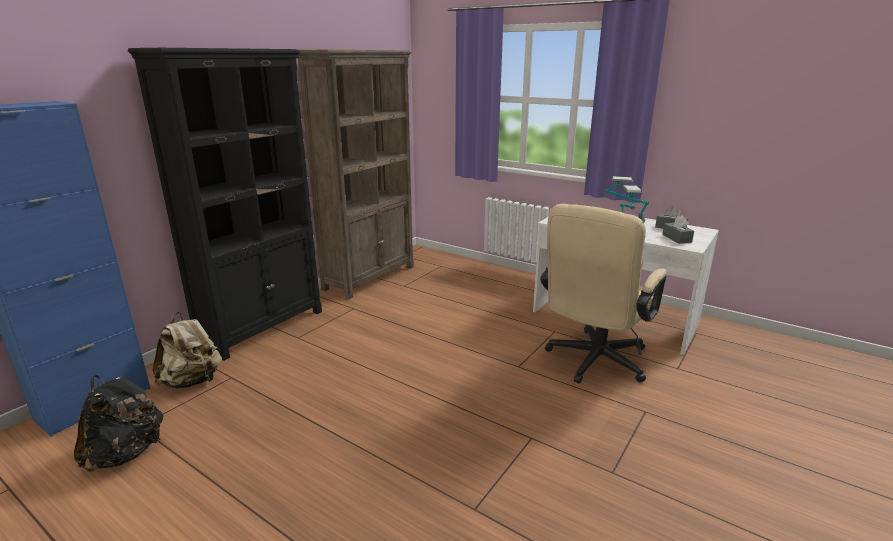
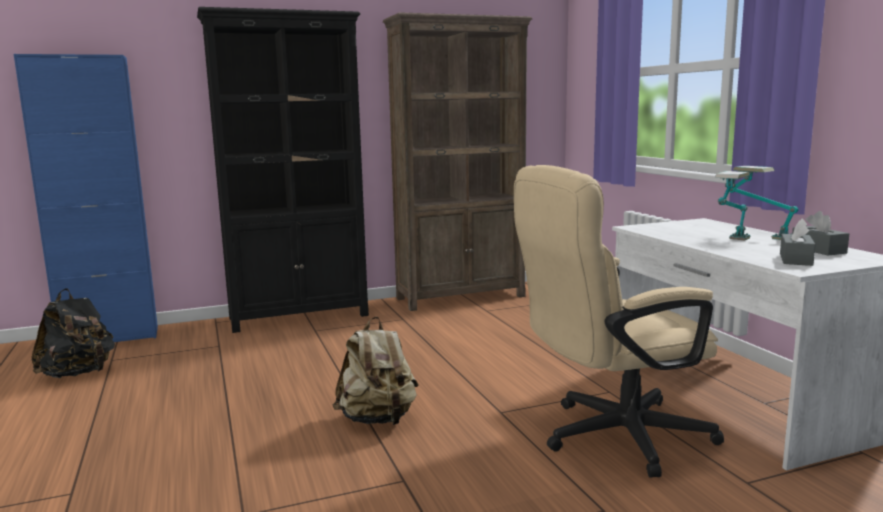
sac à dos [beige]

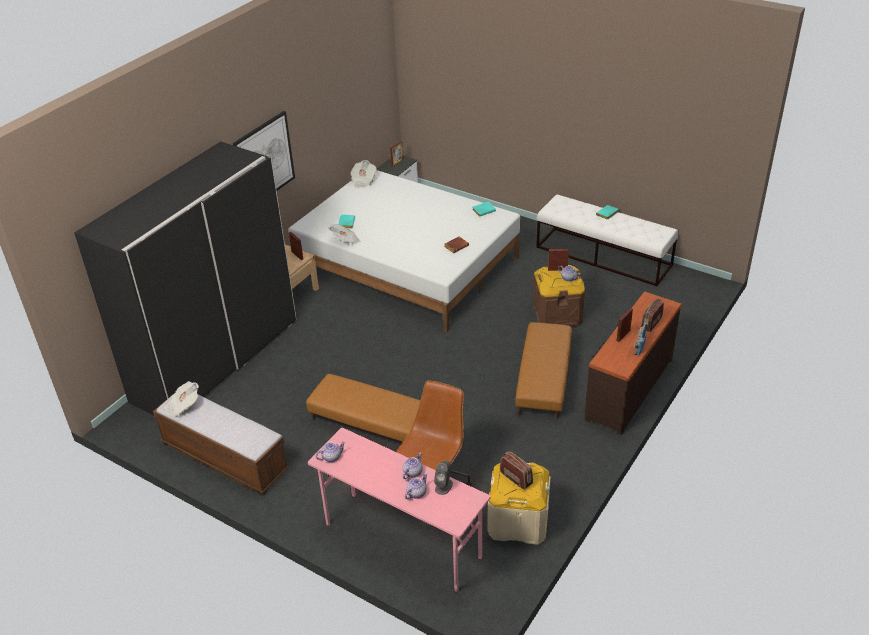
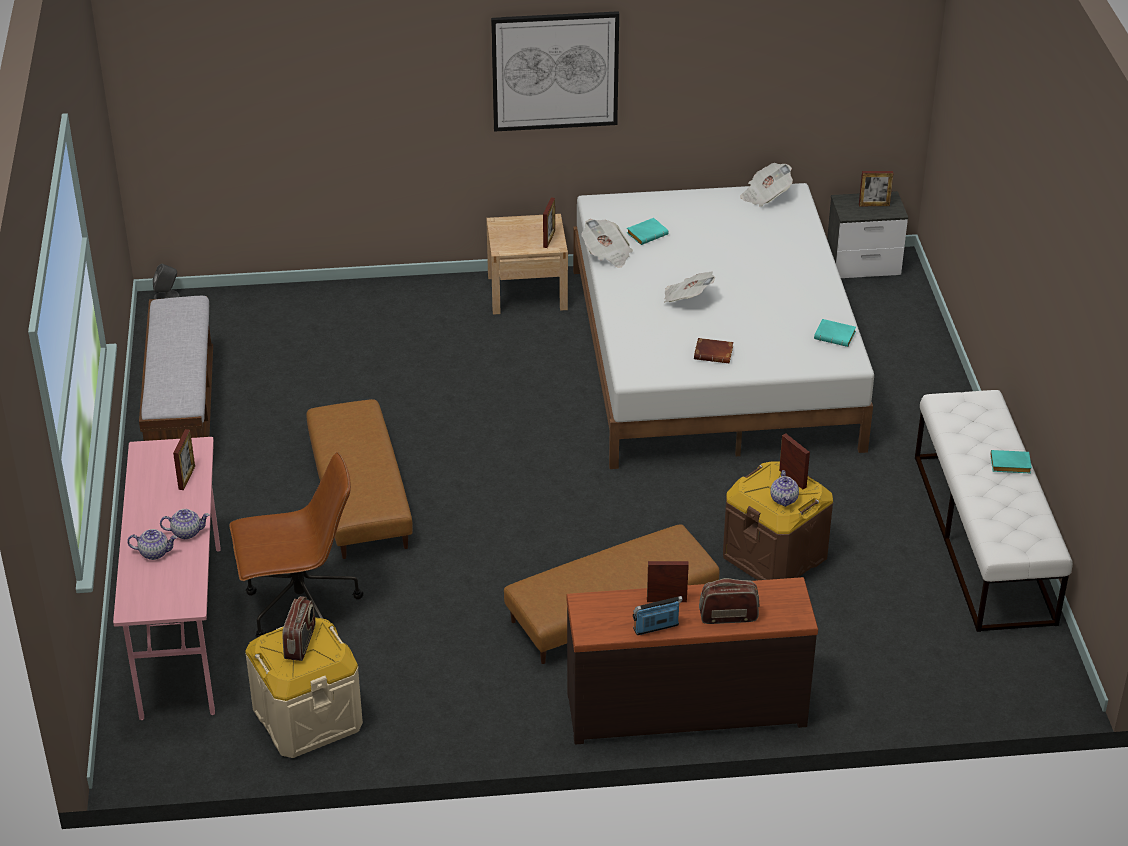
armoire [noir]; théière (no. 1 from left in the first image); cadre photo (no. 1 from left); journal (no. 2 from left); enceinte [gris]

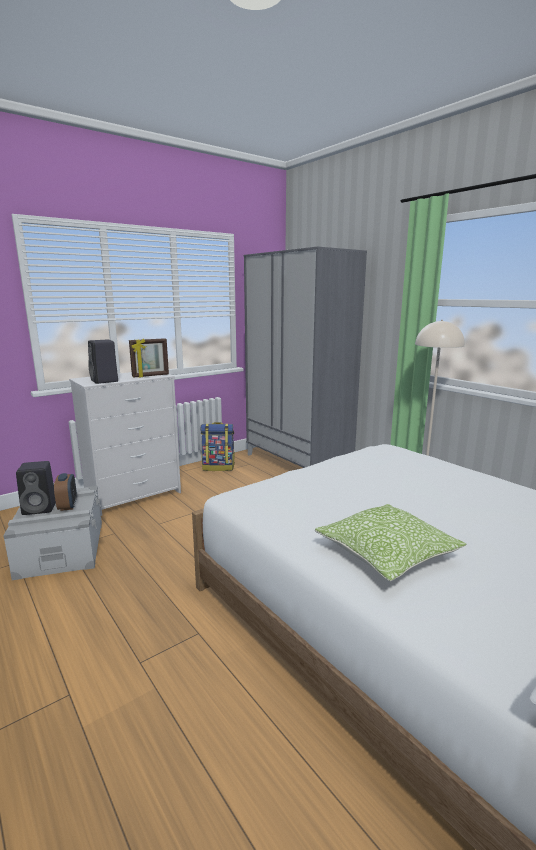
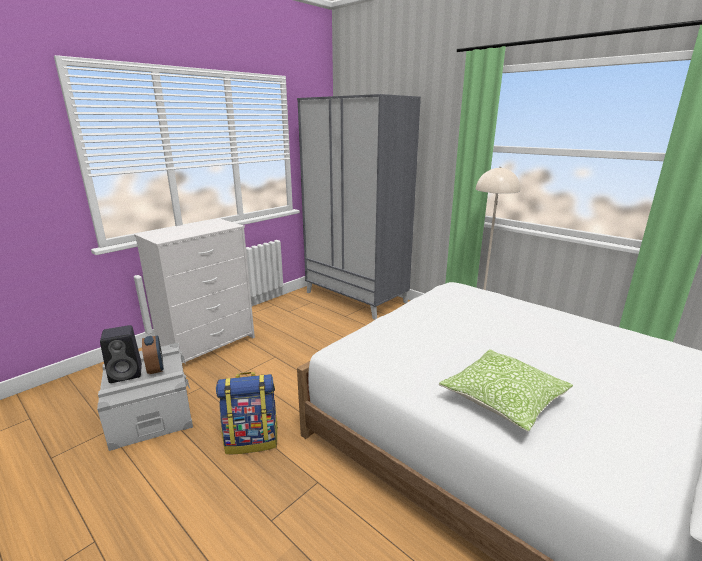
enceinte [noir] (no. 2 from left in the first image); cadre photo; sac à dos

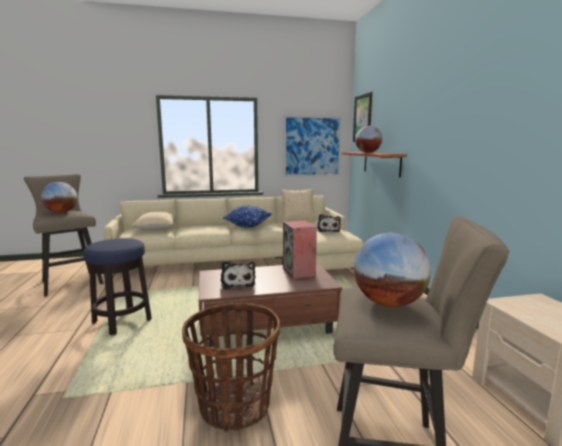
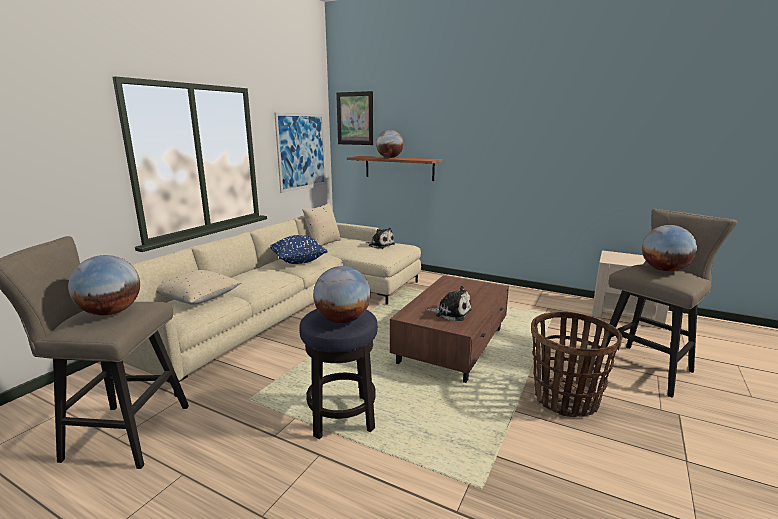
enceinte; globe (no. 2 from left)

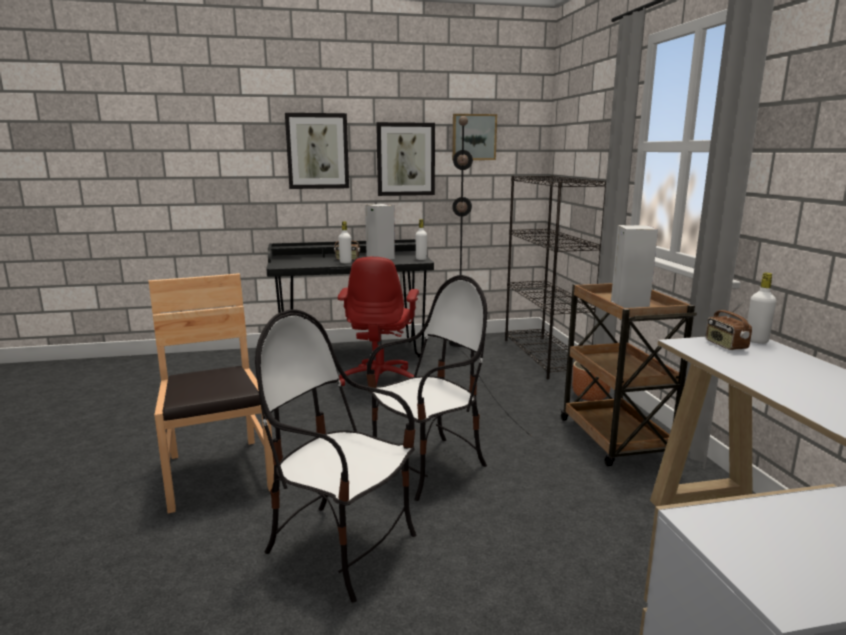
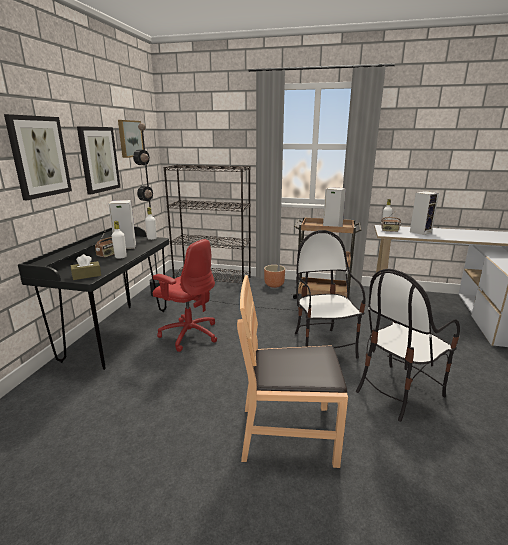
boîte à mouchoirs [marron]; enceinte (no. 3 from left)

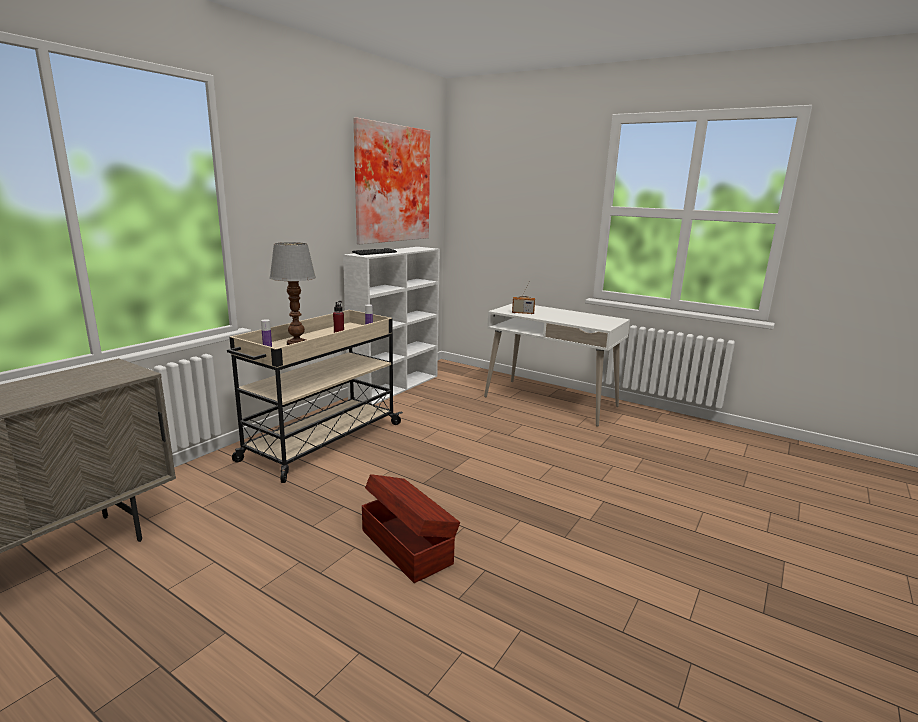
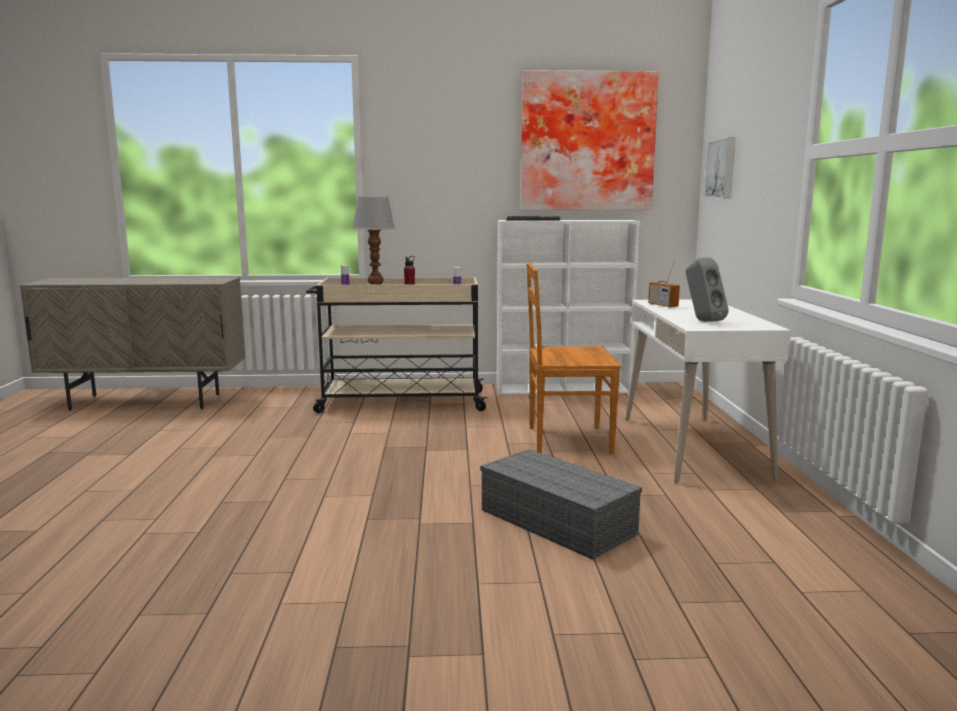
boîte de rangement [marron]; boîte de rangement [gris]; chaise [marron]; enceinte [gris]; tableau (no. 2 from left)

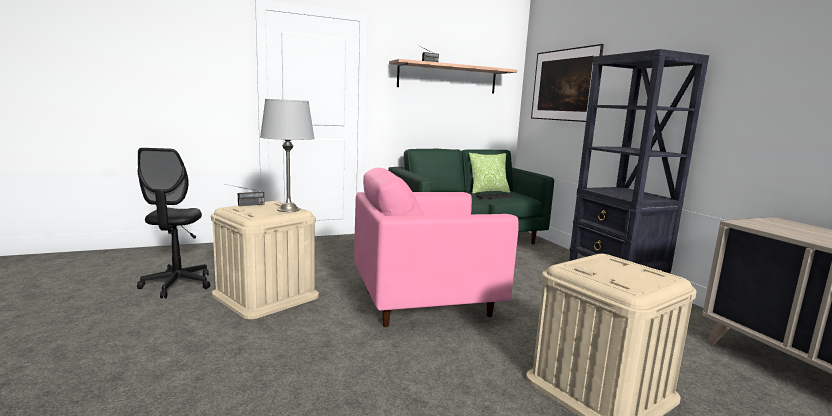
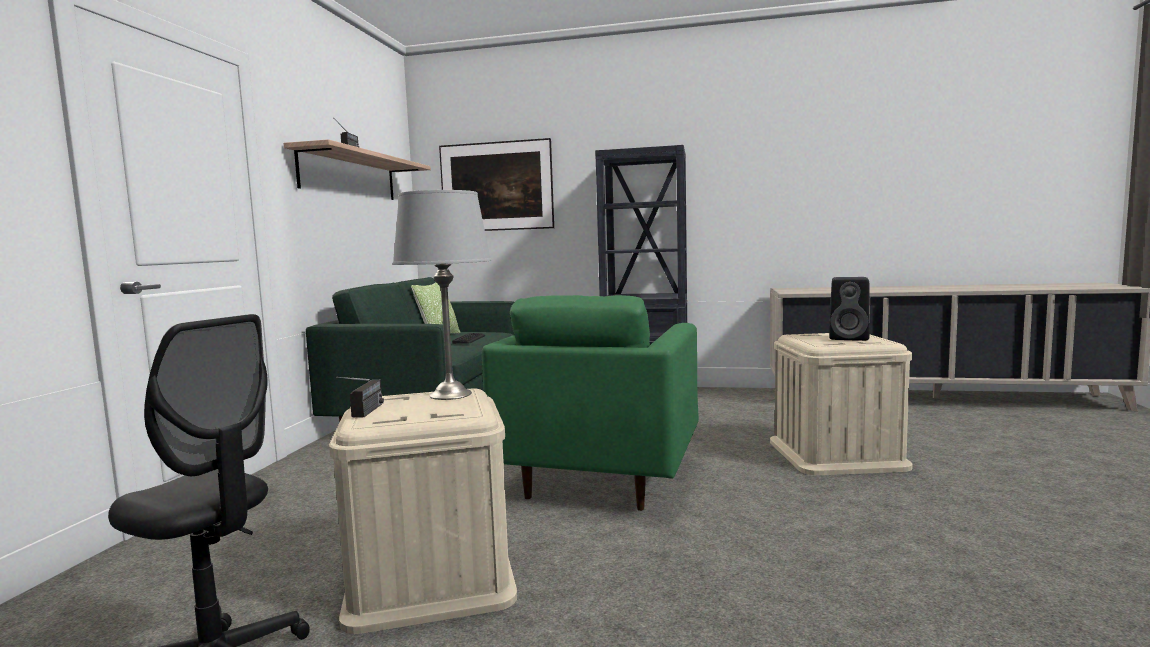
enceinte [noir]; fauteuil [vert]

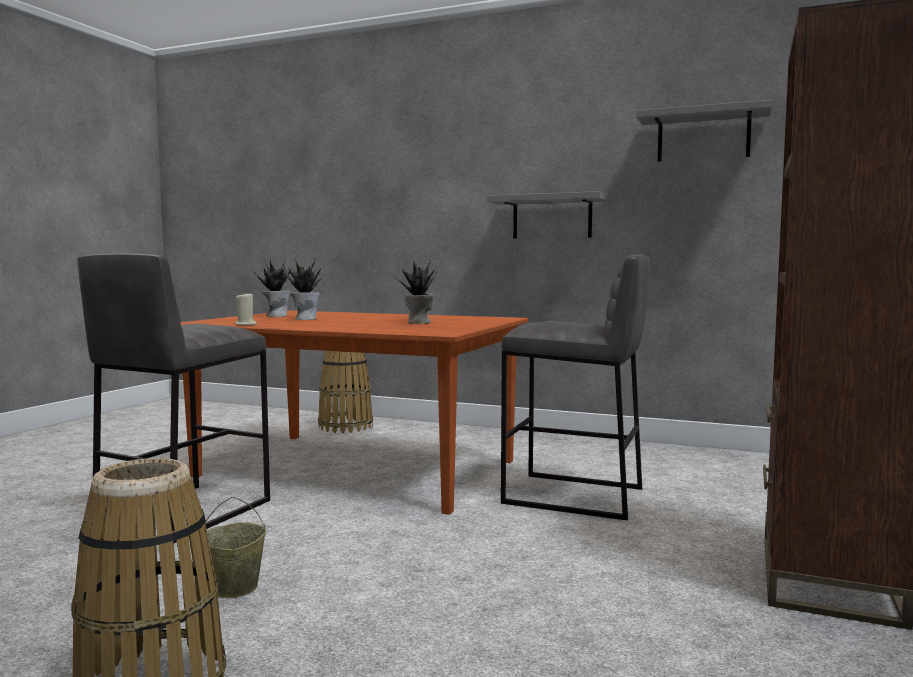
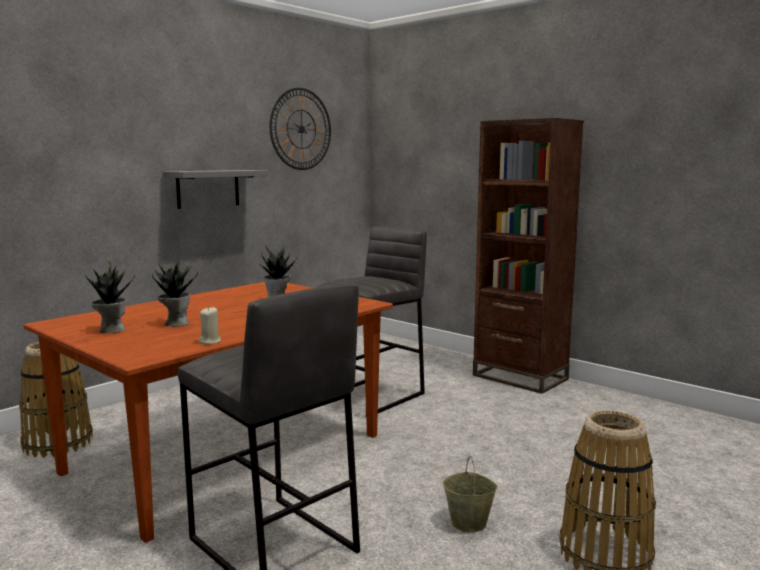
horloge murale

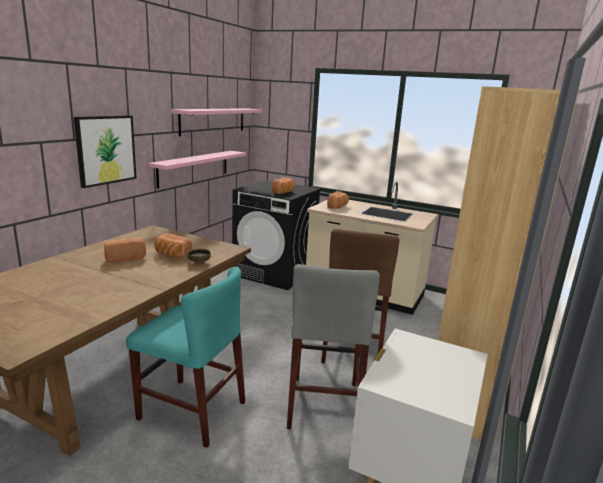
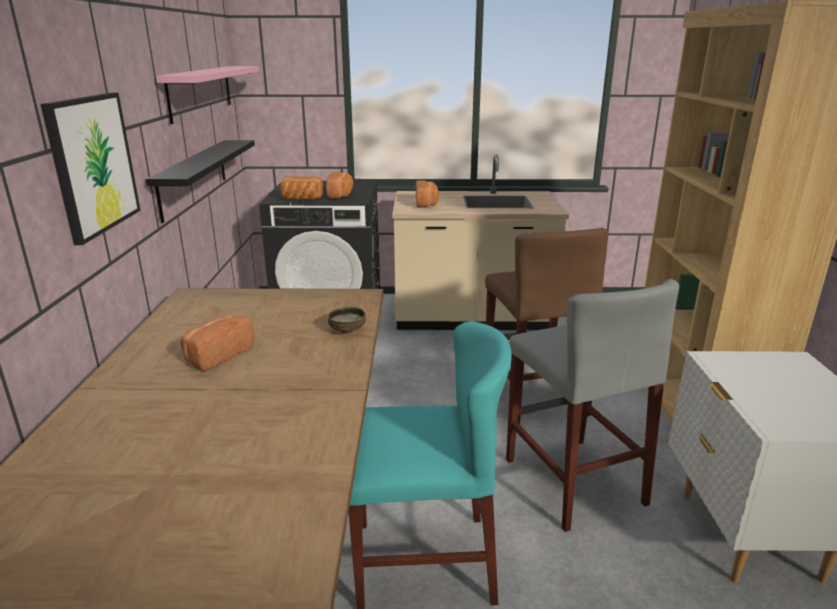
pain (no. 2 from left); étagère [noir]

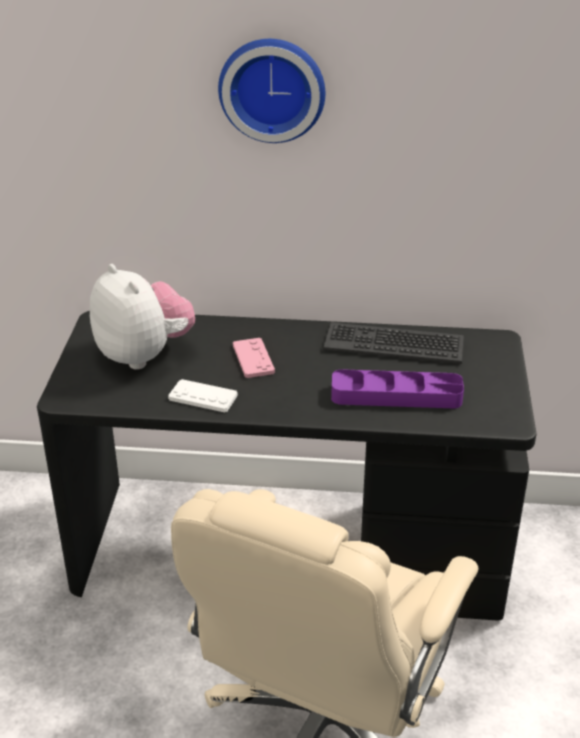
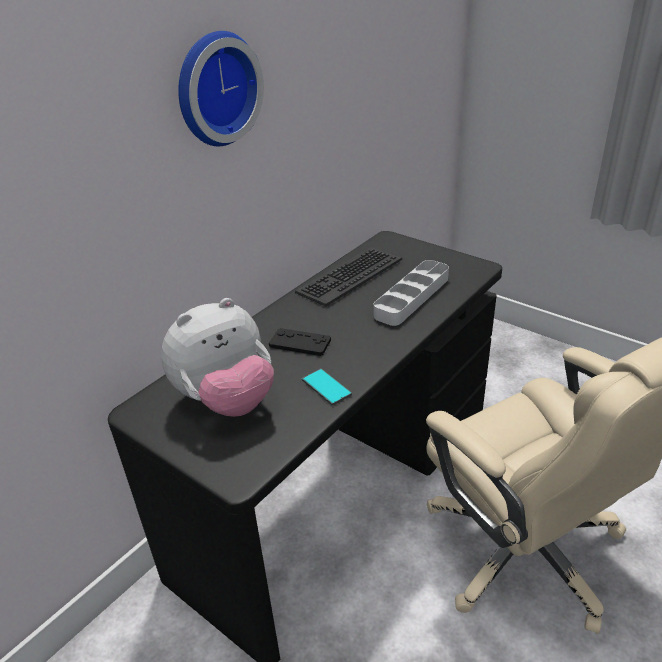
téléphone; manette [noir]; plateau [gris]; peluche

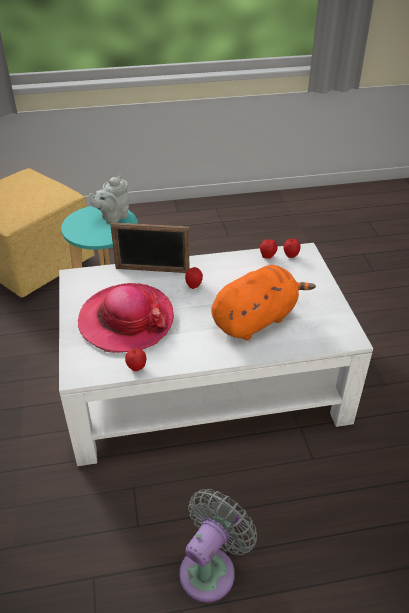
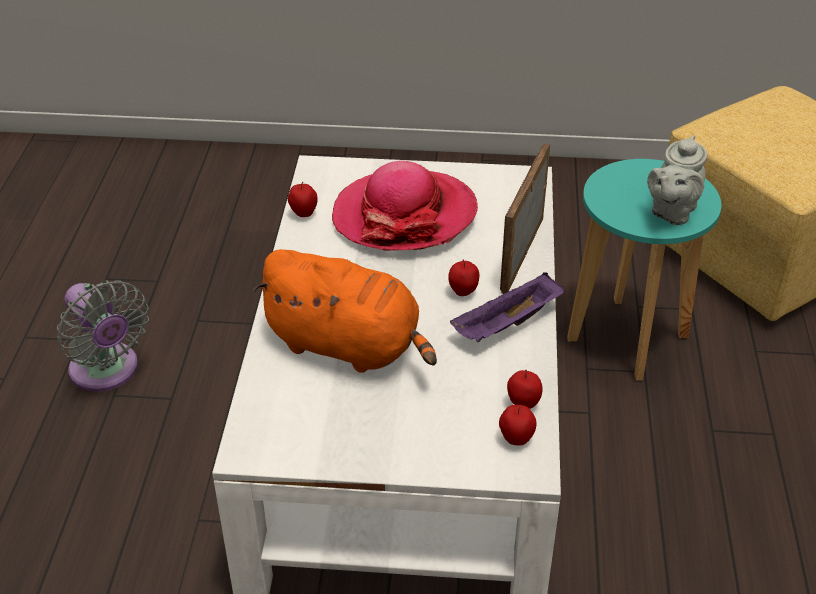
plateau [violet]; théière [gris]; peluche [orange]

